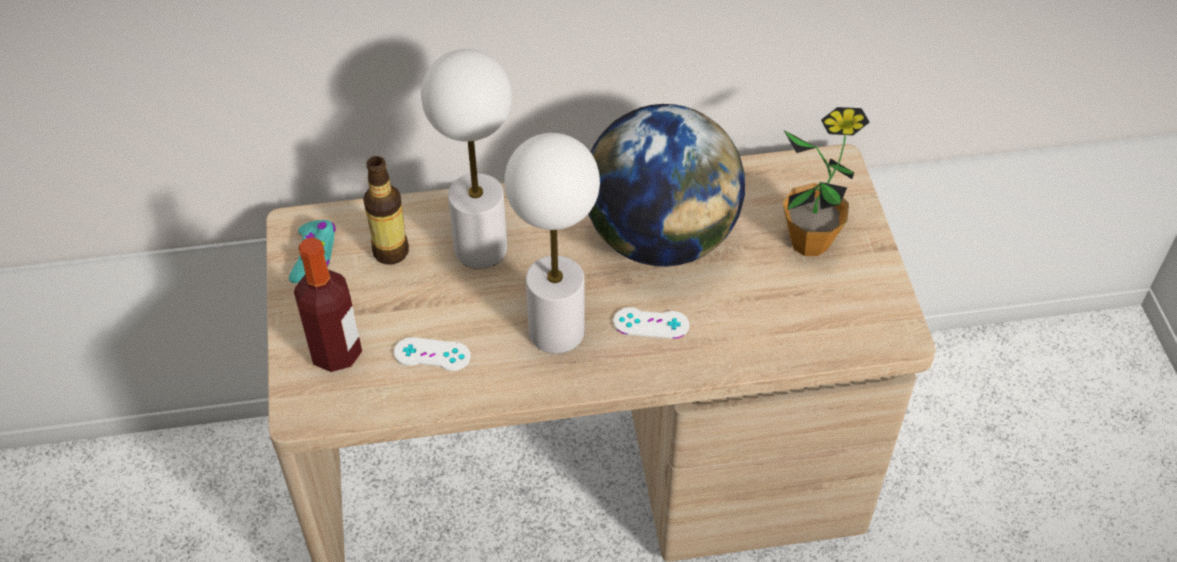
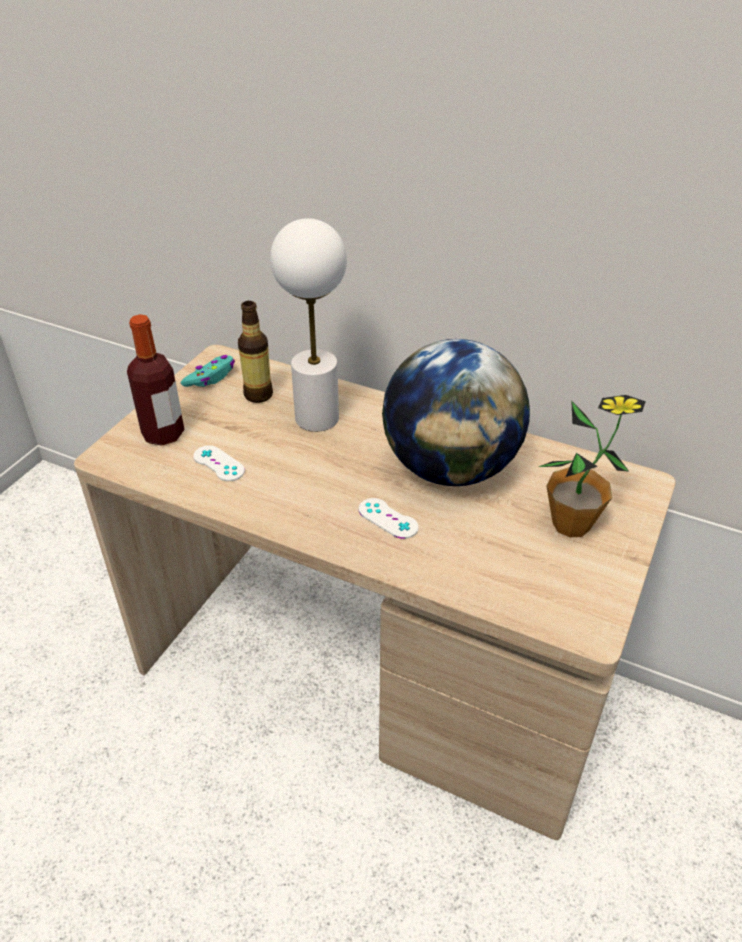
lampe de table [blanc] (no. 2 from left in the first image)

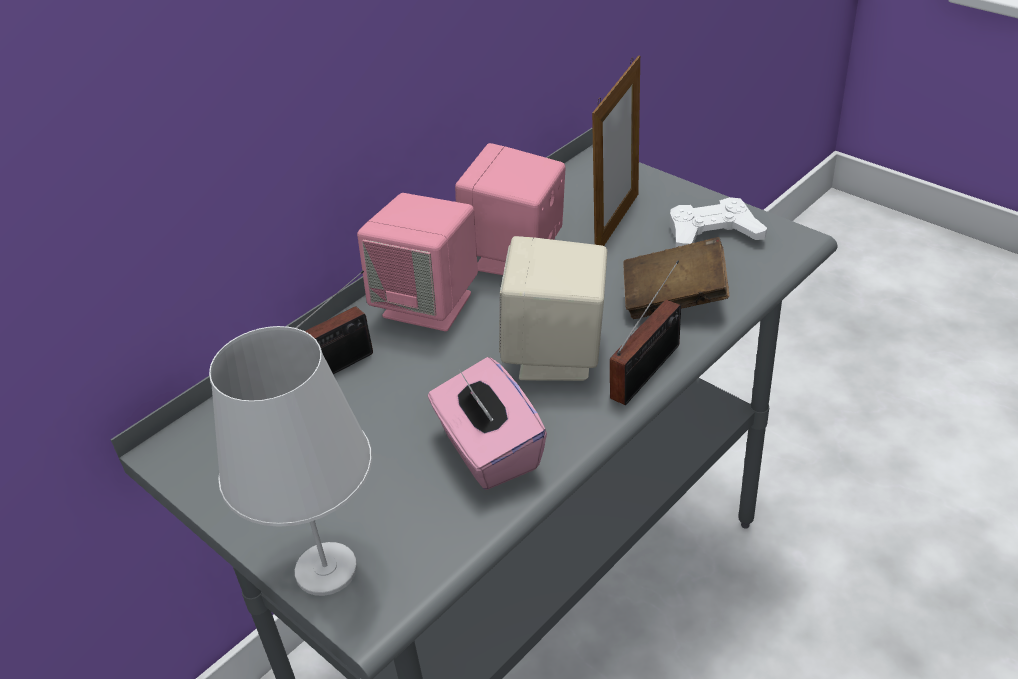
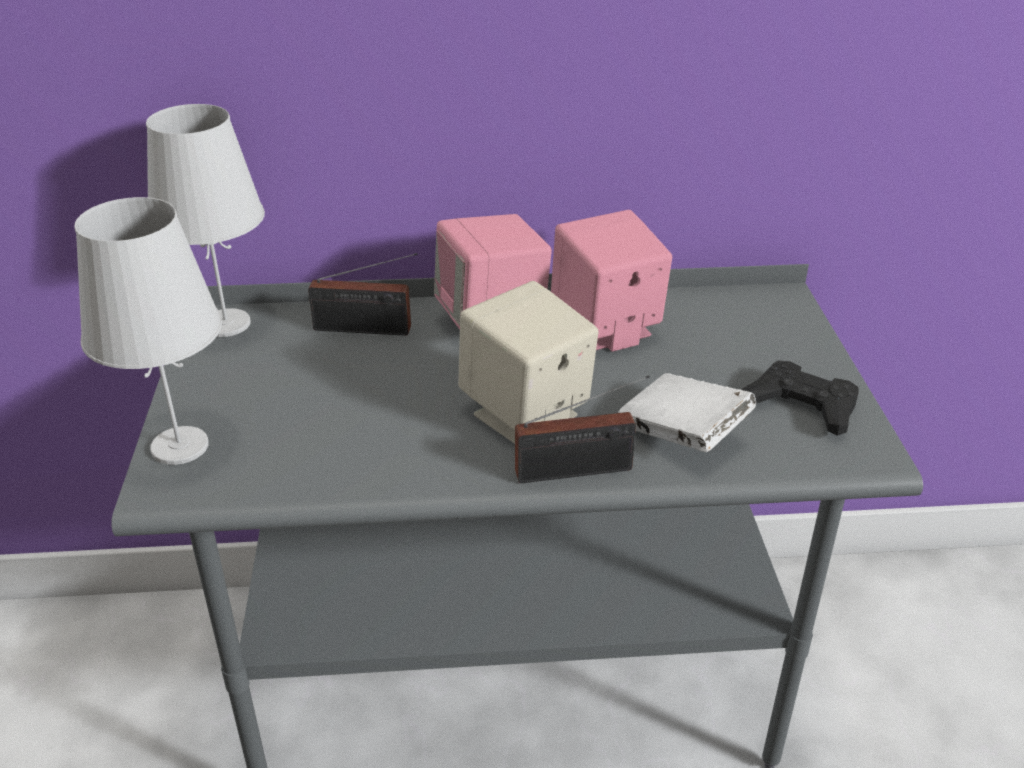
boîte à mouchoirs [rose]; cadre photo; lampe de table [blanc] (no. 2 from left); livre [blanc]; manette [noir]

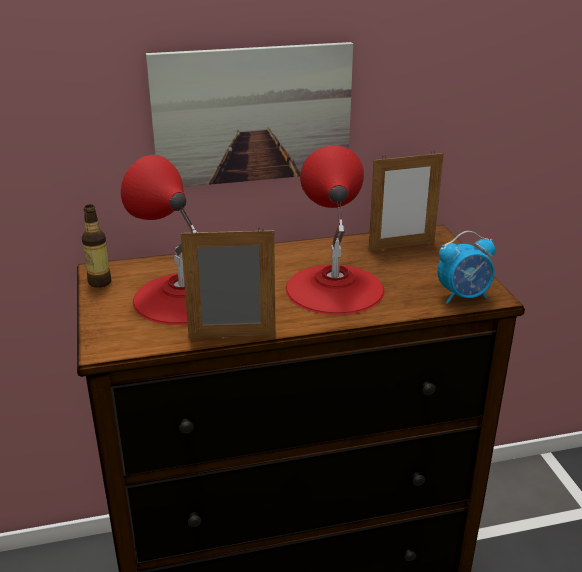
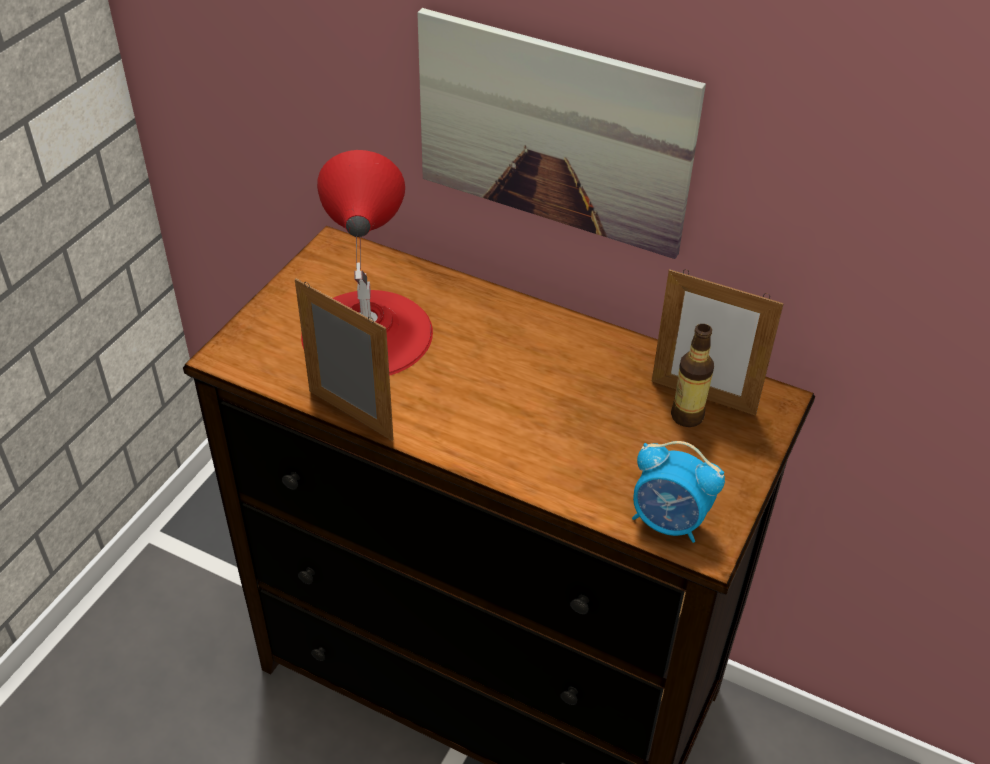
lampe de table [rouge] (no. 2 from left in the first image); bouteille

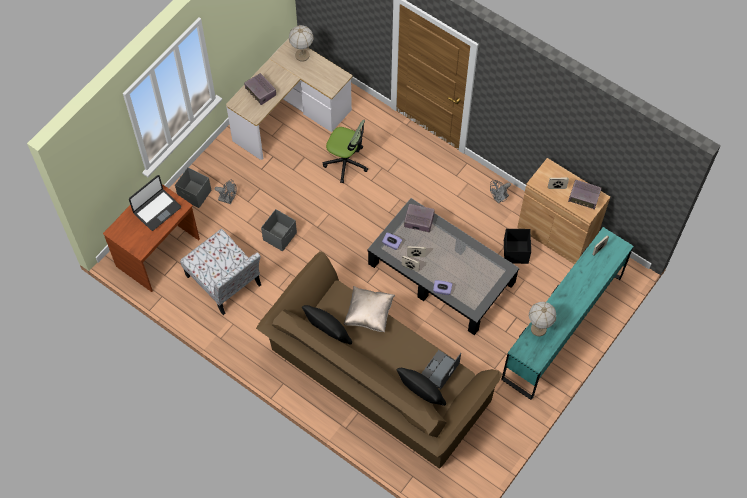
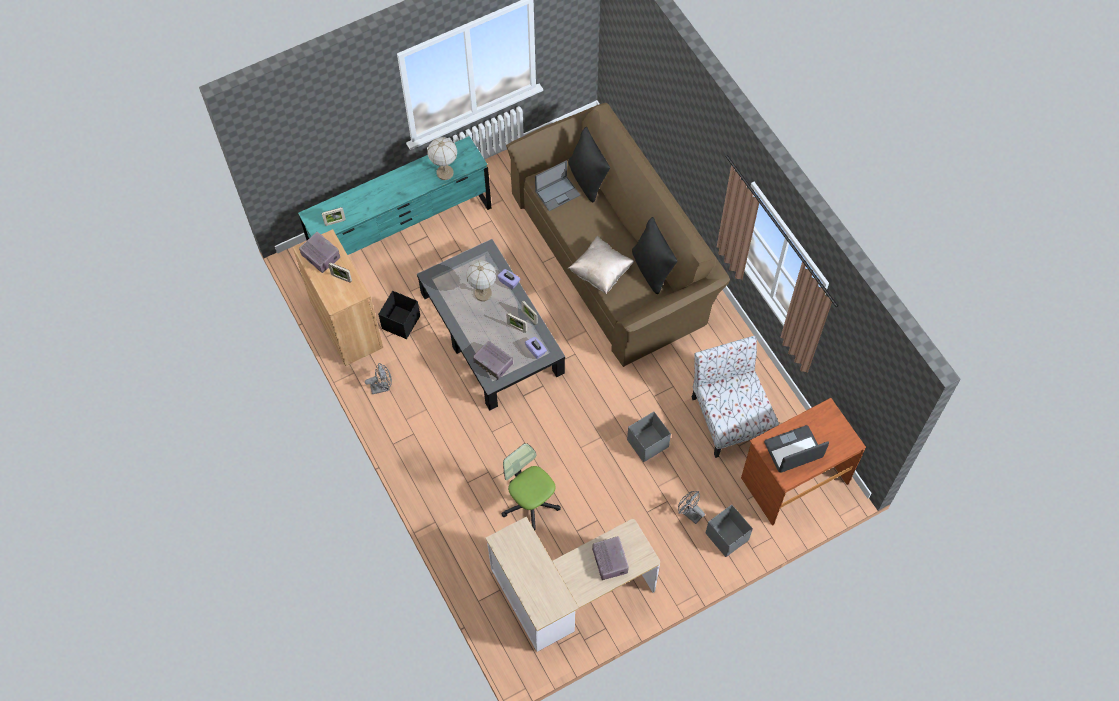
lampe de table (no. 2 from left)

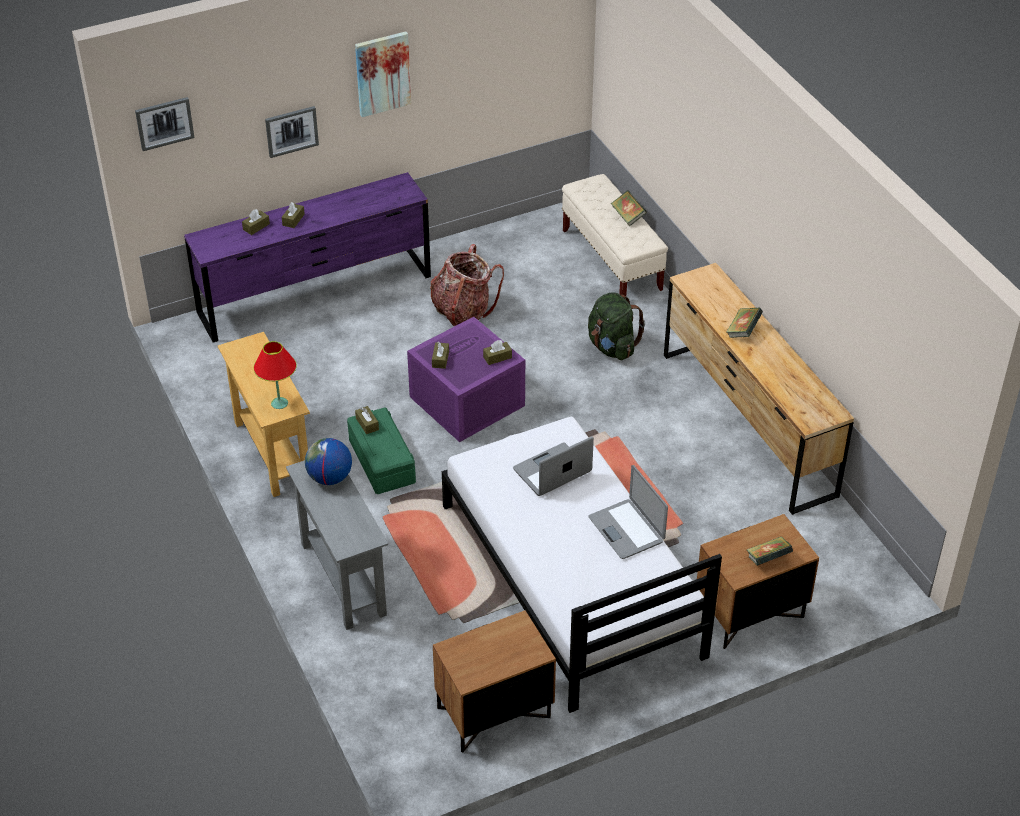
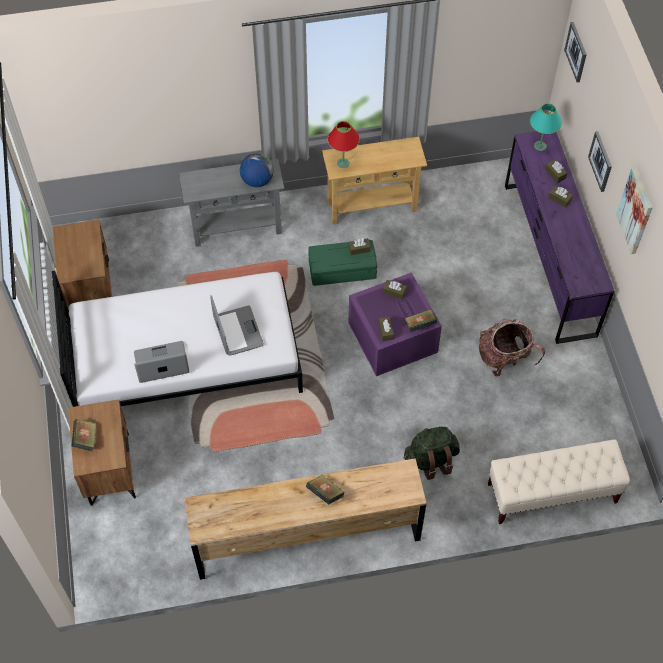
lampe de table [turquoise]; livre (no. 3 from left)

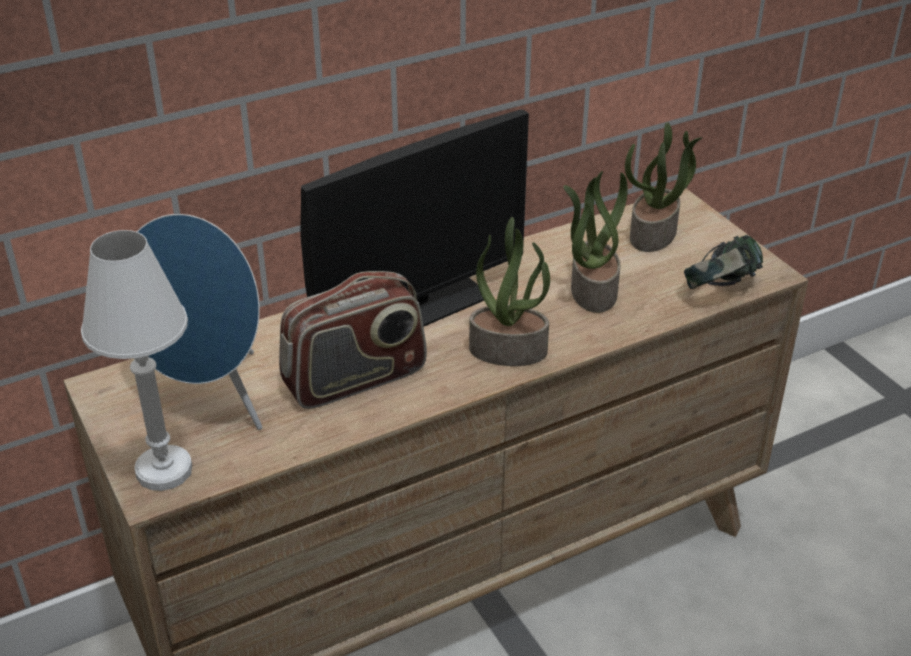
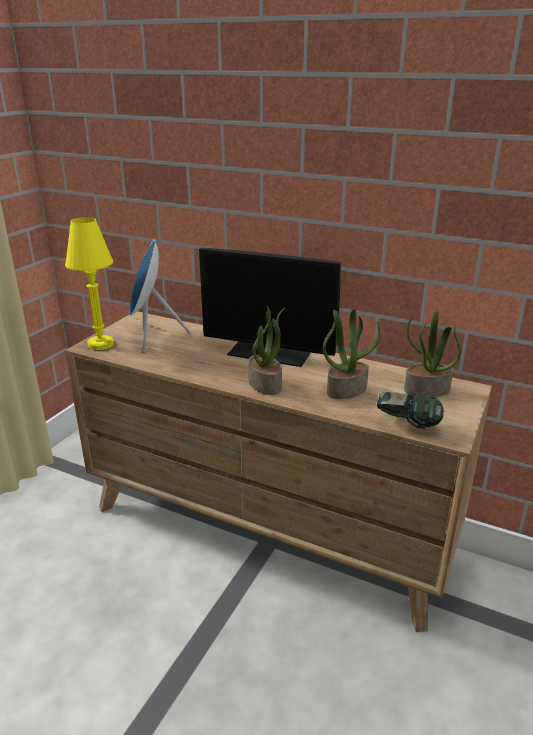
radio; lampe de table [jaune]

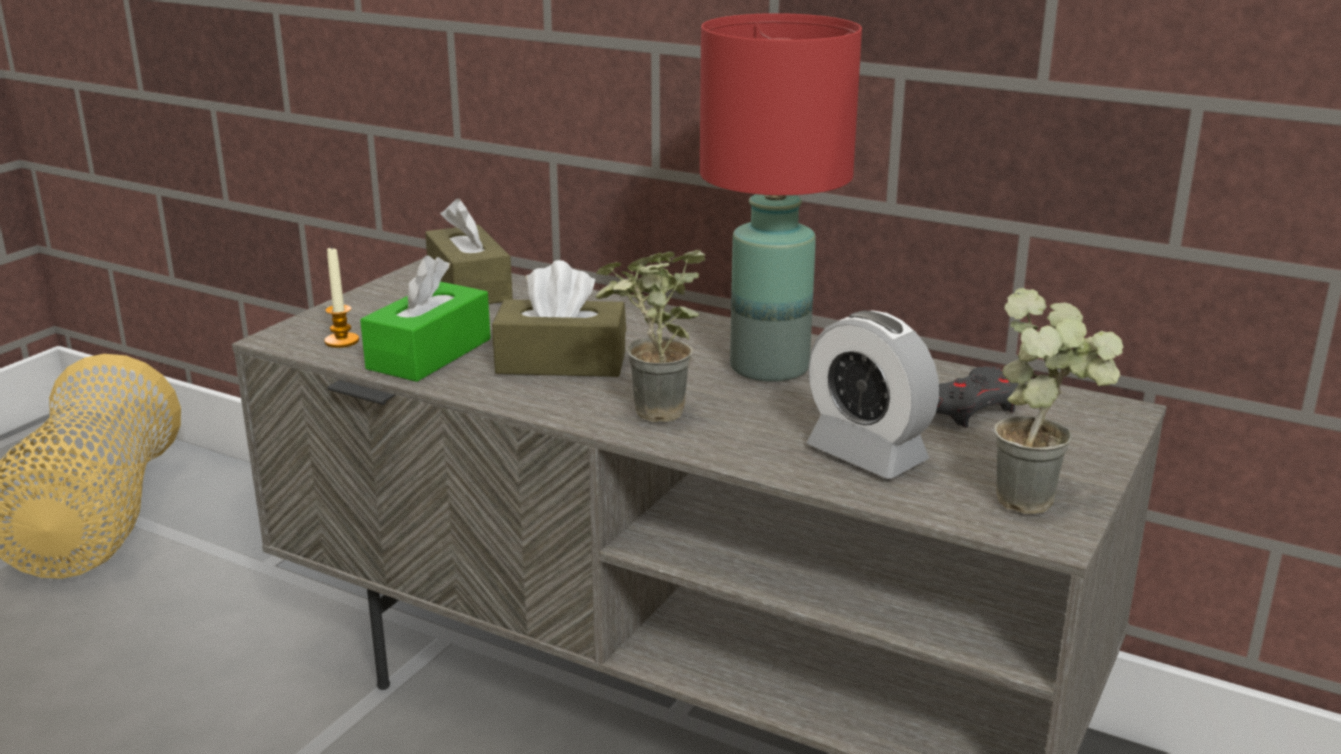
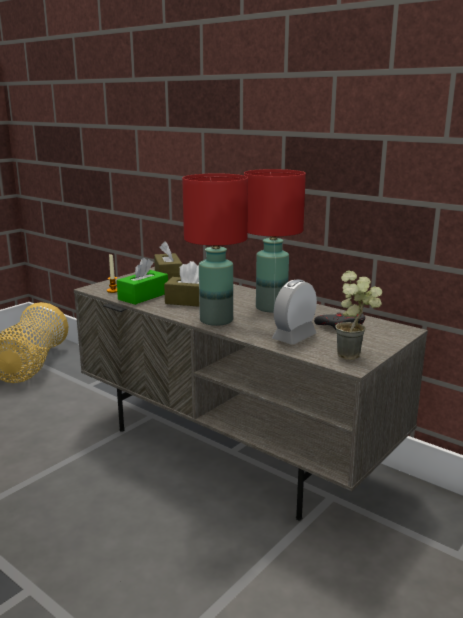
lampe de table [rouge] (no. 1 from left); réveil

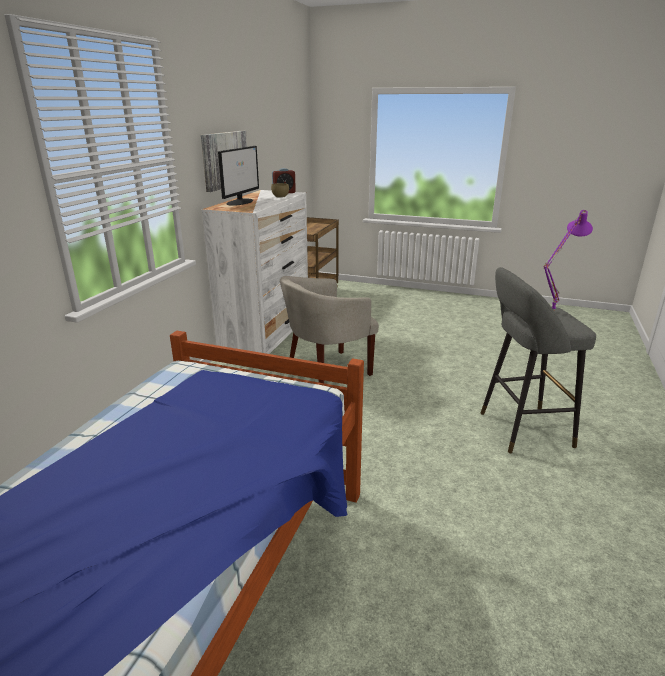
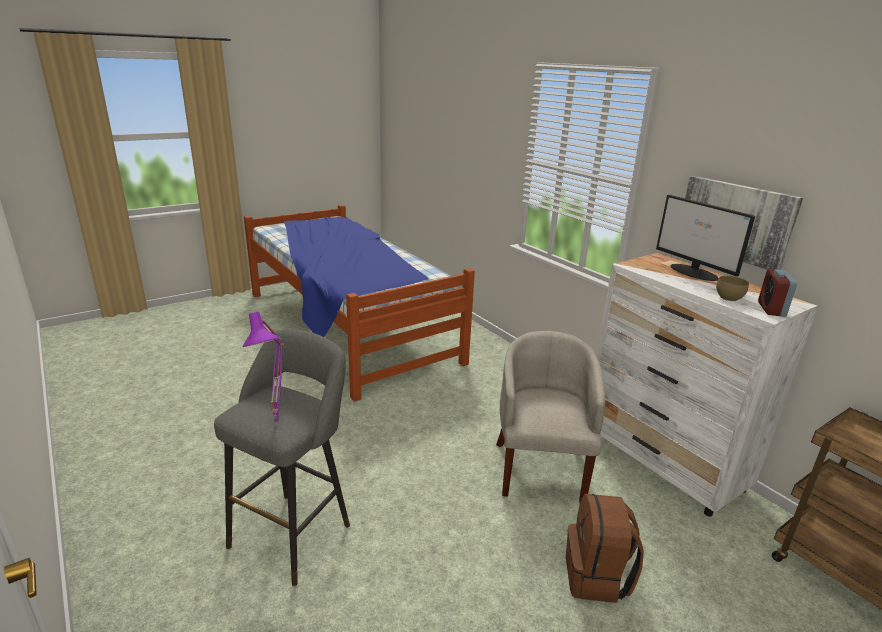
sac à dos [marron]

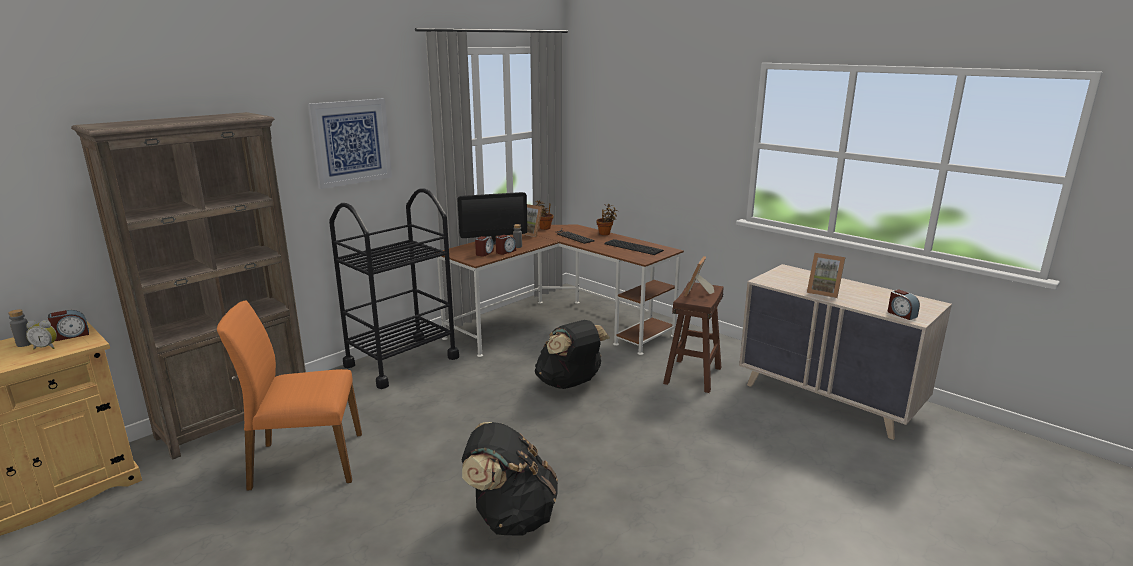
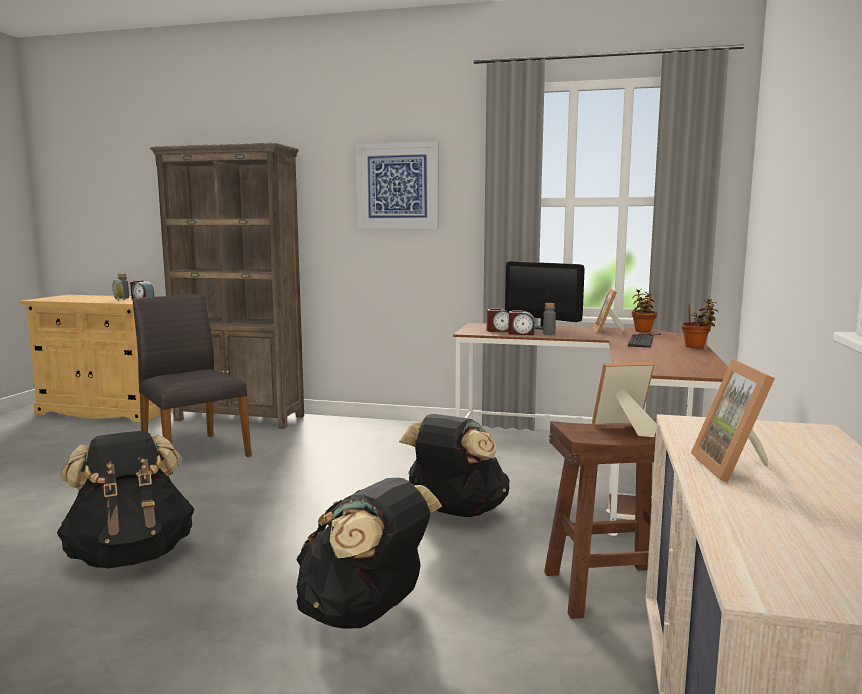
chariot [noir]; clavier (no. 2 from left in the first image); réveil (no. 5 from left in the first image); sac à dos [noir] (no. 2 from left); chaise [gris]

